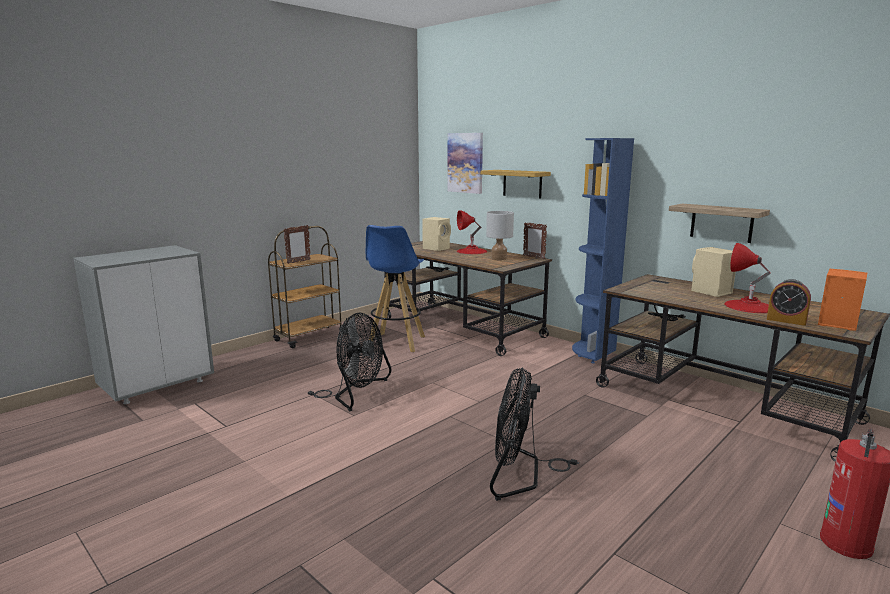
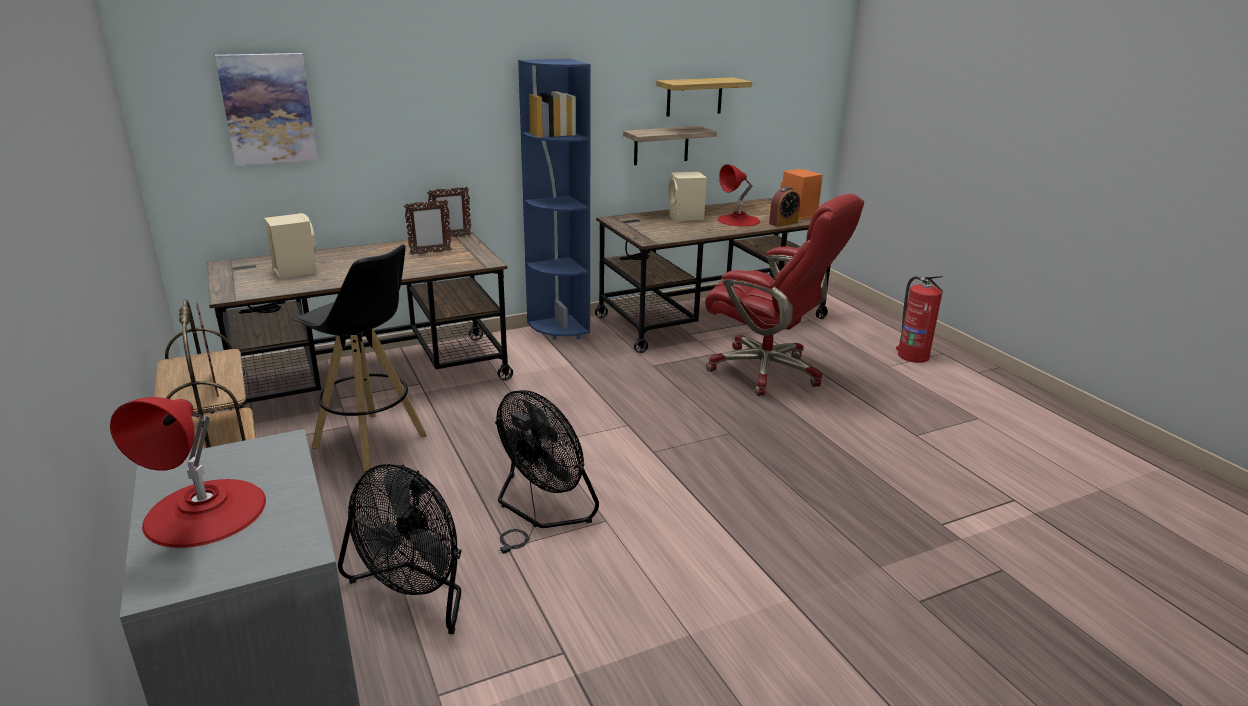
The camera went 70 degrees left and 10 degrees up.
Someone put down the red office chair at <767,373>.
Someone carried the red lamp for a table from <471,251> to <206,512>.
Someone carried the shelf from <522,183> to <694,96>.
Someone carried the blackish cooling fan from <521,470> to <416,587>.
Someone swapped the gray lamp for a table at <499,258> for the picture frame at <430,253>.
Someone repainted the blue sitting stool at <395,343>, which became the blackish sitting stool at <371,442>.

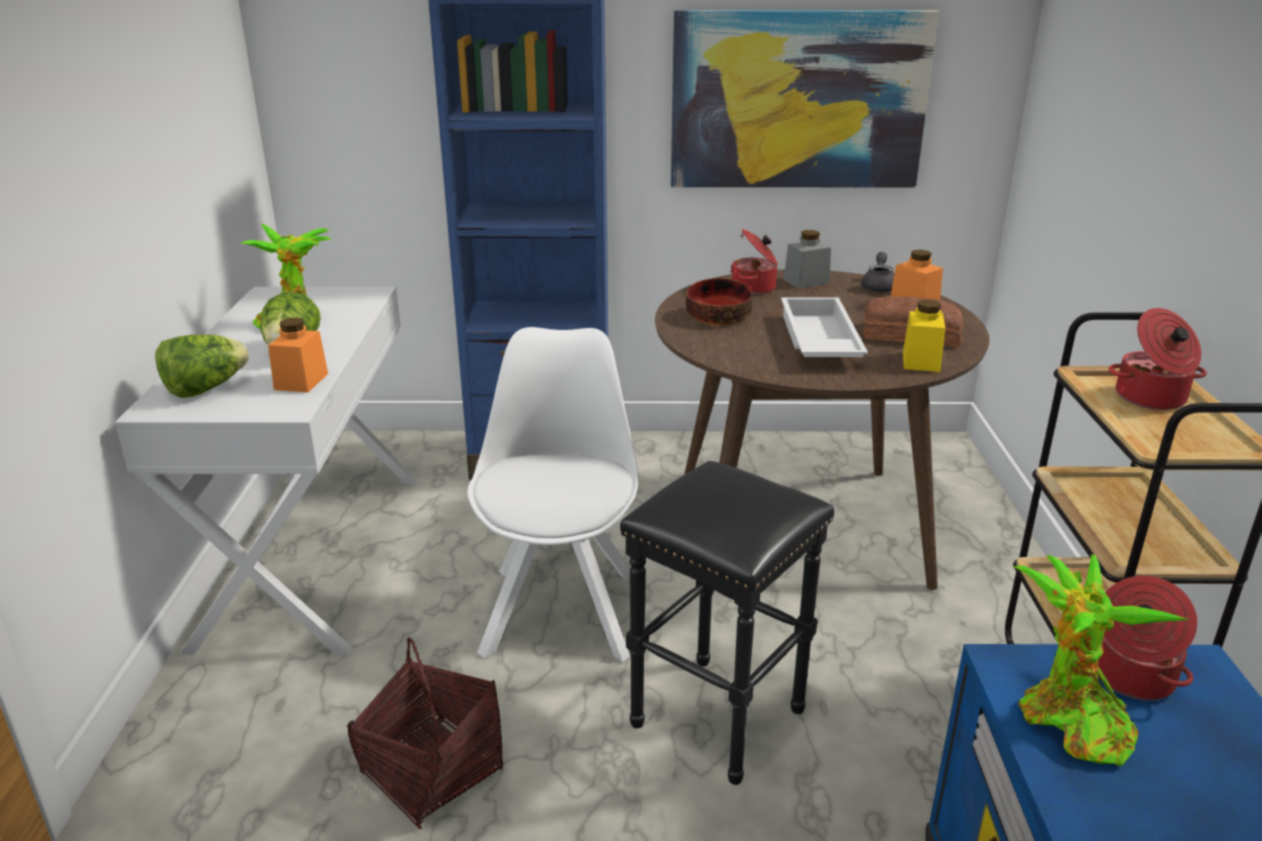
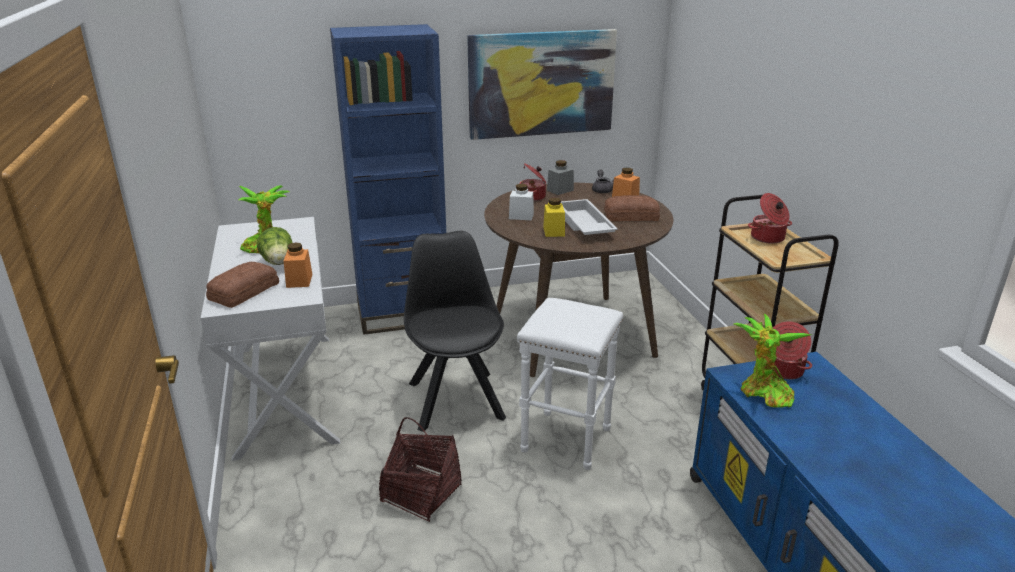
The camera went 15 degrees left and 0 degrees up.
Someone carried the yellowish storage jar from <921,361> to <554,231>.
Someone swapped the lettuce head at <206,389> for the bread at <242,292>.
Someone swapped the serving bowl at <717,316> for the white-coloured storage jar at <521,216>.
Someone repainted the white-coloured chair at <562,610>, which became the blackish chair at <456,399>.
Someone repainted the blackish sitting stool at <718,720>, which became the white-coloured sitting stool at <567,440>.

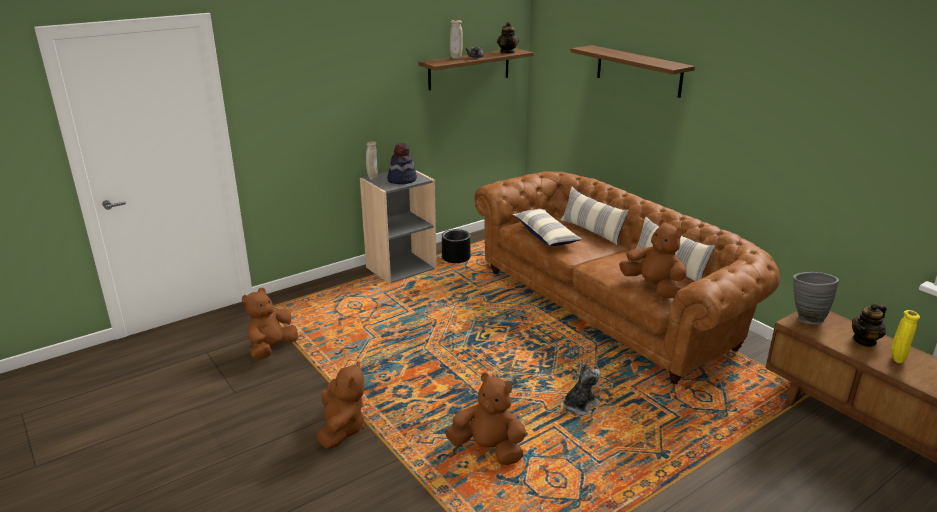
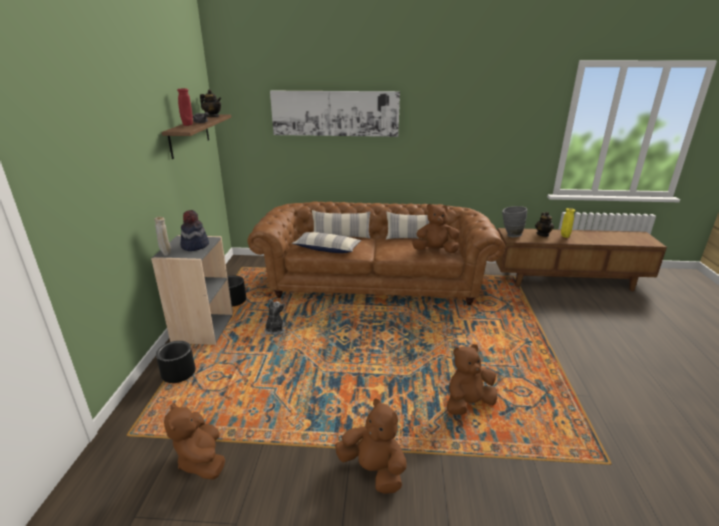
The camera went 50 degrees left and 0 degrees up.
Someone put down the blackish flower pot at <178,373>.
Someone carried the plush toy from <580,406> to <275,330>.
Someone swapped the shelf at <638,71> for the wall picture at <335,113>.
Someone repainted the sand-coloured flower vase at <456,58>, which became the red flower vase at <188,125>.

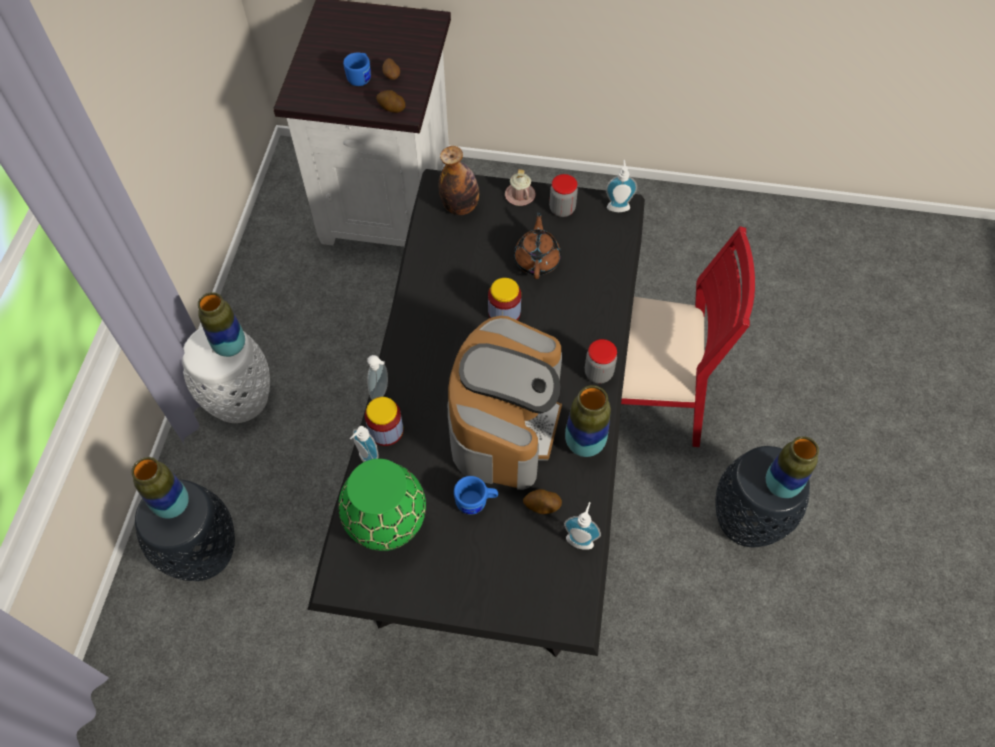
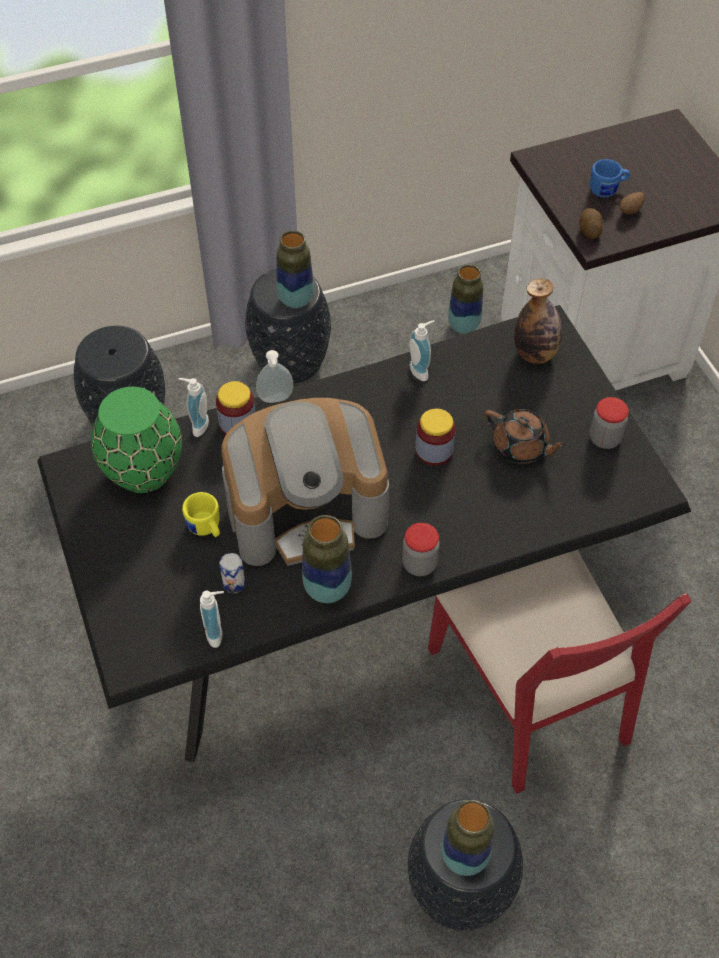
The camera went 60 degrees right and 5 degrees down.
Someone took away the pink mug at <520,195>.
Someone carried the flower vase from <173,505> to <463,326>.
Someone carried the liquid soap bottle from <618,205> to <421,370>.
Someone swapped the potato at <542,506> for the sealed can at <234,584>.
Someone repainted the white-coloured sitting stool at <239,398>, which became the blackish sitting stool at <290,361>.
Someone repainted the blue mug at <476,502>, which became the yellowish mug at <206,528>.
Someone rotated the brown-coloured tea pot at <537,260> by 60 degrees clockwise.

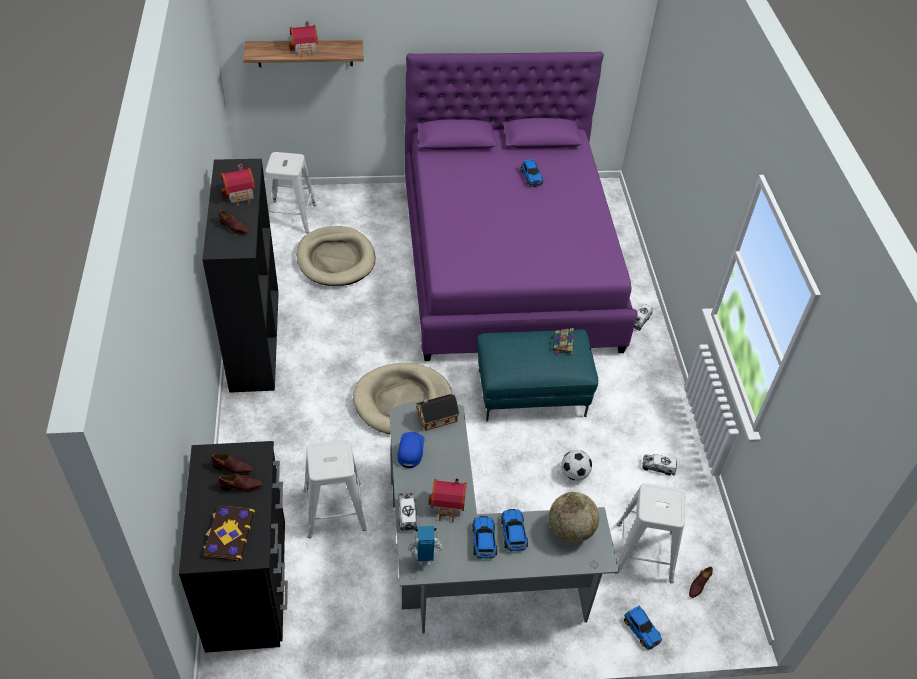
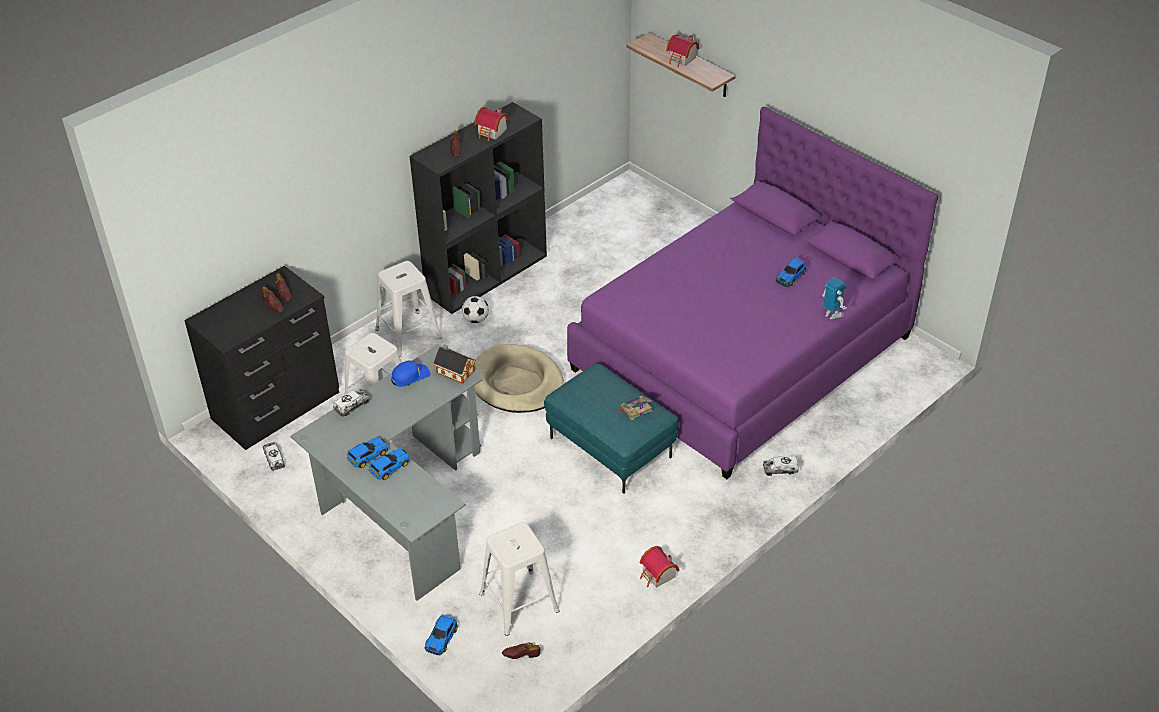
The camera went 55 degrees right and 5 degrees down.
Someone took away the volume at <228,534>.
Someone took away the sand-coloured pet bed at <336,259>.
Someone took away the desk globe at <570,530>.
Someone carried the white-coloured sitting stool from <290,216> to <408,333>.
Someone carried the toy robot from <424,558> to <832,314>.
Someone carried the toy house from <449,506> to <657,576>.
Someone carried the ball for football from <574,474> to <476,320>.
Someone carried the toy truck from <658,467> to <274,459>.

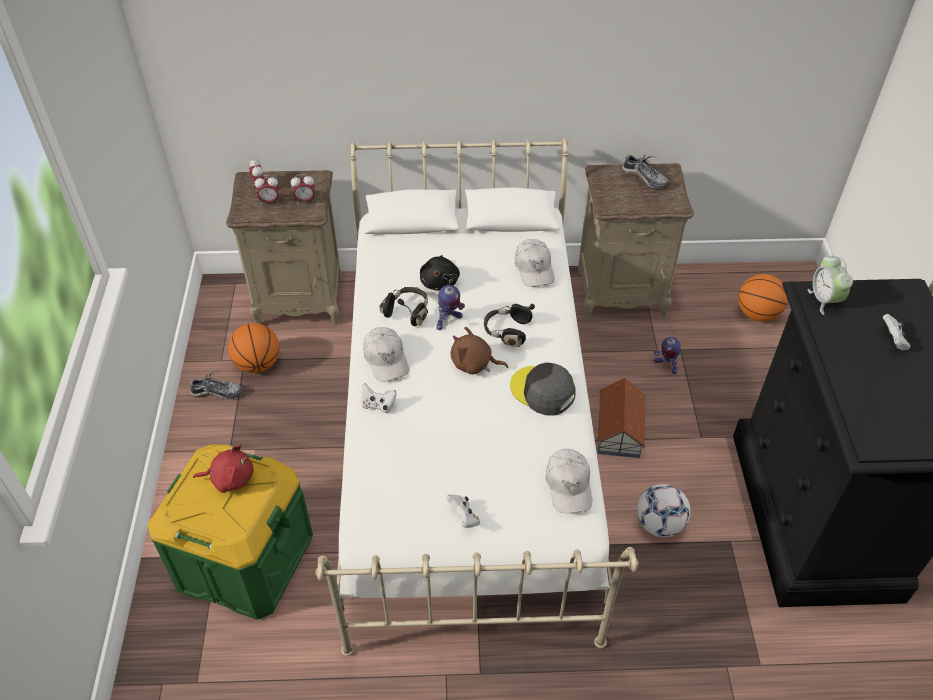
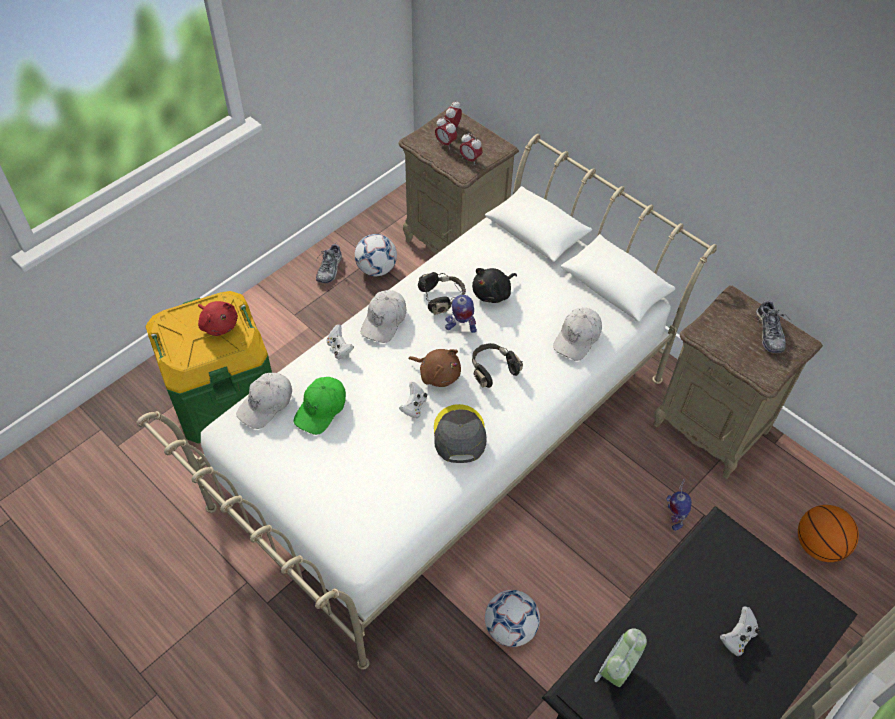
The camera went 45 degrees right and 5 degrees up.
Someone took away the toy house at <619,429>.
Someone put down the greenish cap at <321,409>.
Someone carried the white-coloured game controller from <464,517> to <414,407>.
Someone carried the white-coloured cap from <569,485> to <266,404>.
Someone carried the table clock from <824,300> to <617,669>.
Someone swapped the ball for basketball at <258,364> for the ball for football at <376,269>.
Someone rotated the low shoe at <217,392> by 60 degrees clockwise.
Someone rotated the brown-coloured plush toy at <474,364> by 150 degrees clockwise.

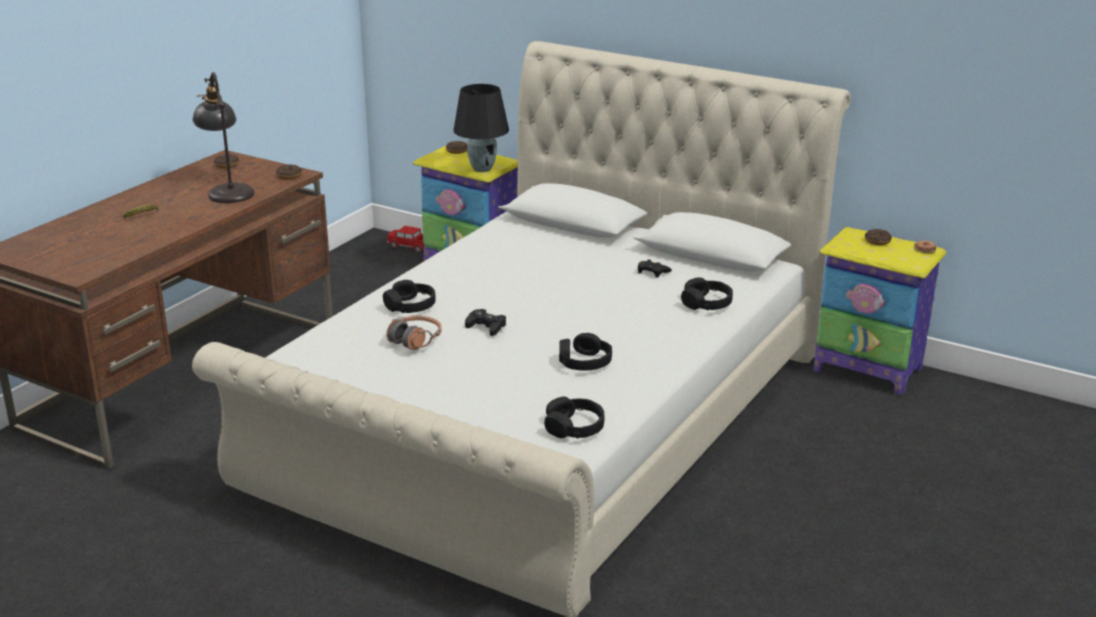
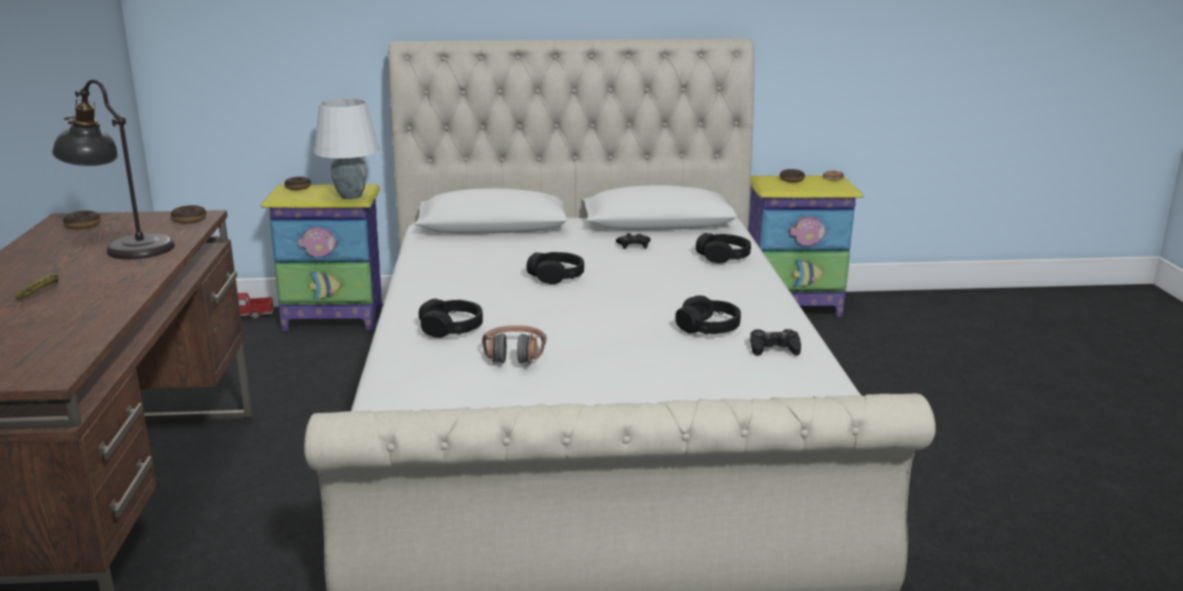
The camera went 35 degrees left and 5 degrees down.
Someone carried the blackish game controller from <486,327> to <774,348>.
Someone carried the blackish headset from <574,427> to <556,276>.
Someone repainted the blackish lamp for a table at <482,168>, which became the white-coloured lamp for a table at <350,196>.

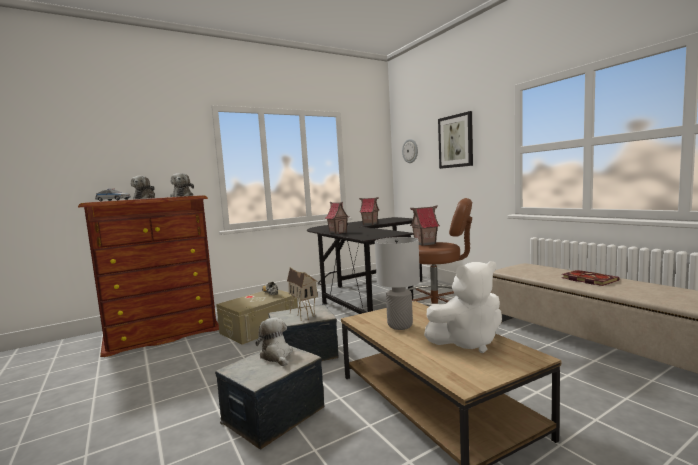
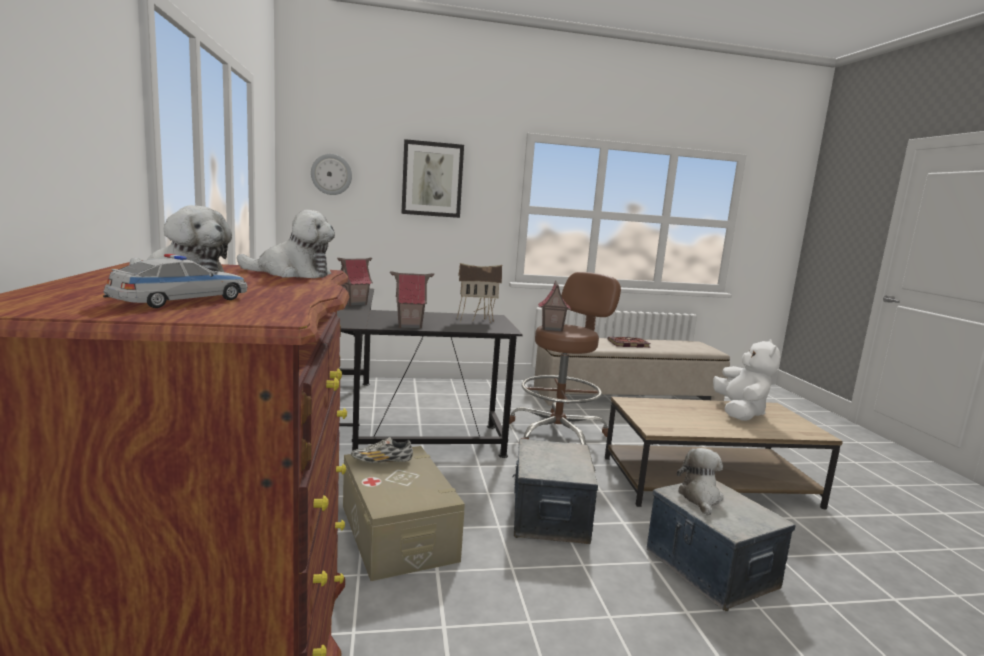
The camera went 70 degrees left and 5 degrees up.
Someone took away the gray lamp for a table at <399,327>.
Someone carried the toy house from <304,316> to <476,320>.
Someone rotated the plush toy at <277,355> by 105 degrees clockwise.

